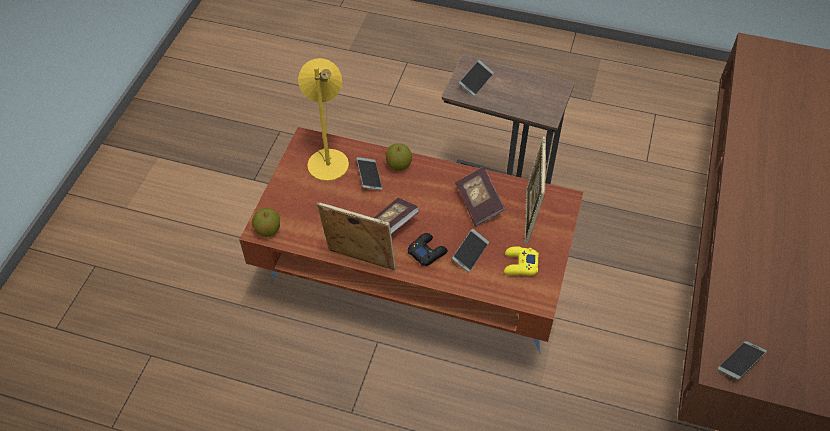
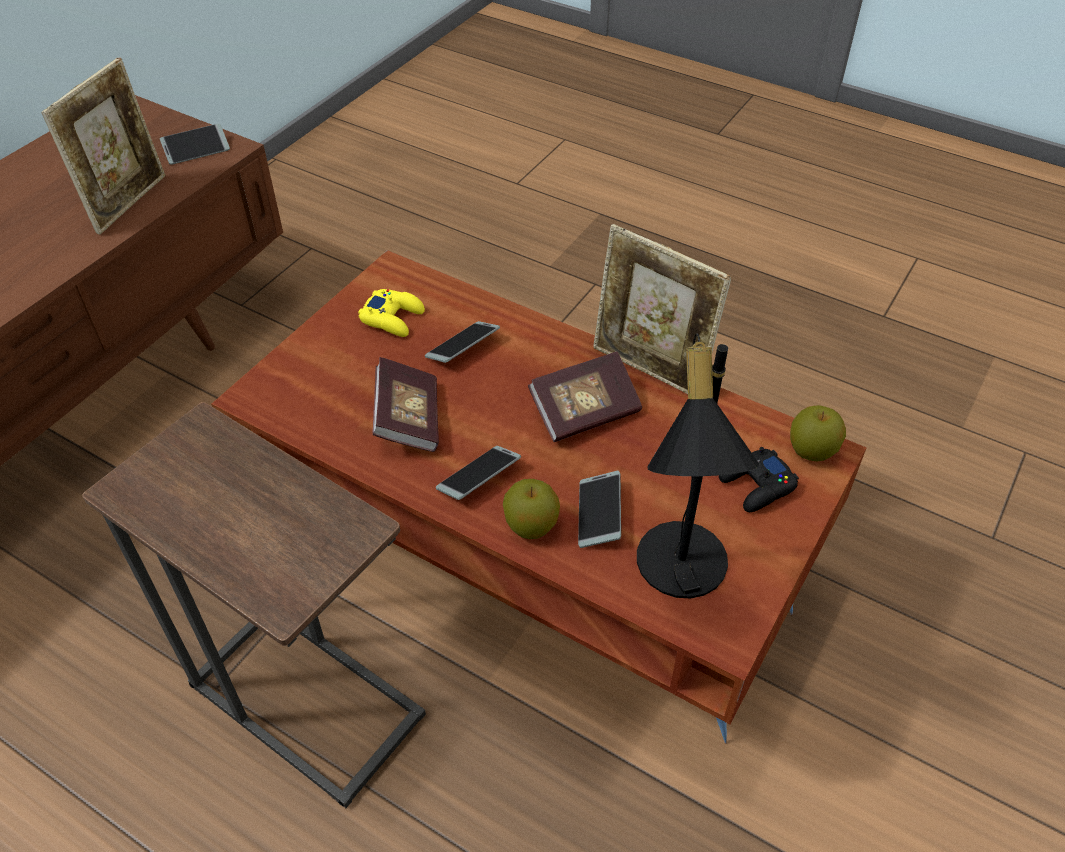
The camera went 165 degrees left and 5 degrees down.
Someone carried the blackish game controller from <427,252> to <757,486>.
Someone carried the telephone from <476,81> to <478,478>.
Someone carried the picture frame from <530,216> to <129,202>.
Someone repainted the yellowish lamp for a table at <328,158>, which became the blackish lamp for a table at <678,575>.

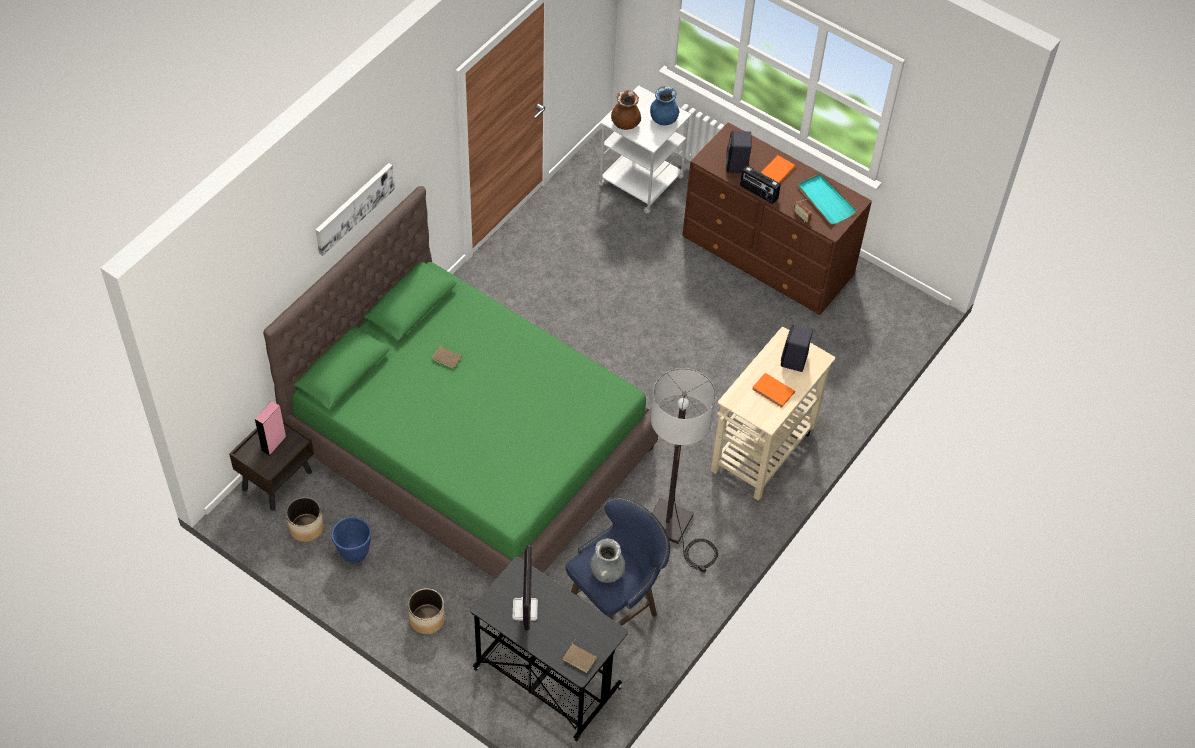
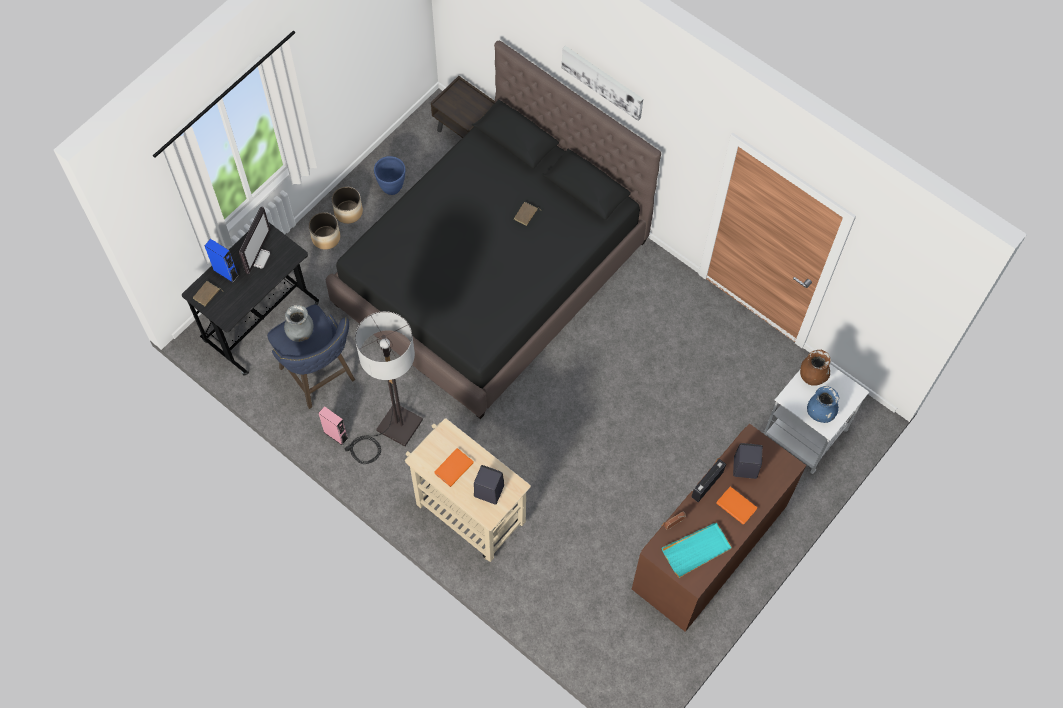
The camera went 95 degrees right and 10 degrees up.
Someone put down the blue loudspeaker at <226,273>.
Someone carried the pink loudspeaker from <274,443> to <336,435>.
Someone carried the flower pot from <306,527> to <348,212>.
Someone repainted the greenish bed at <470,445>, which became the blackish bed at <492,272>.
Someone rotated the computer display at <525,609> by 75 degrees counterclockwise.

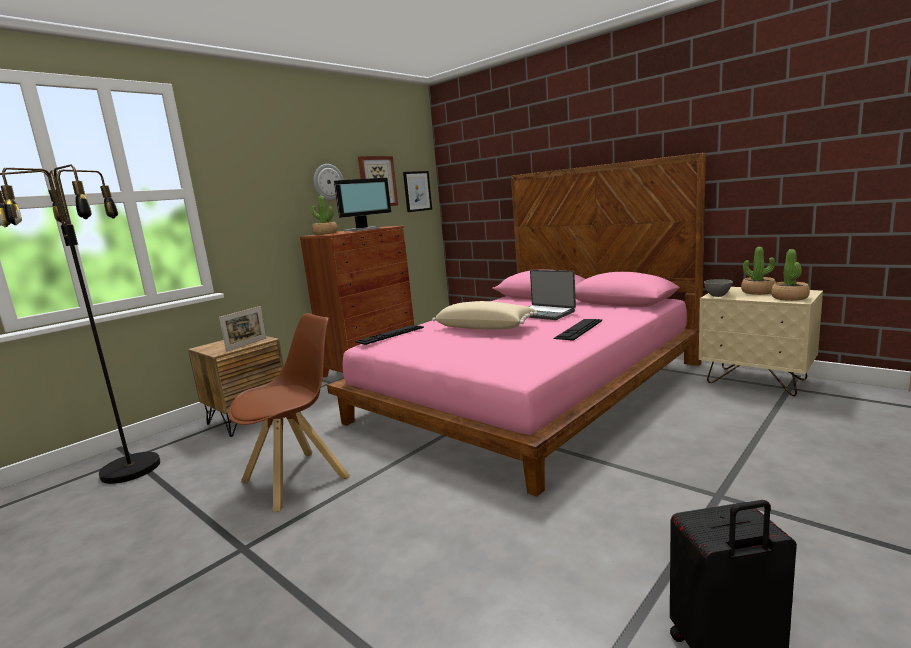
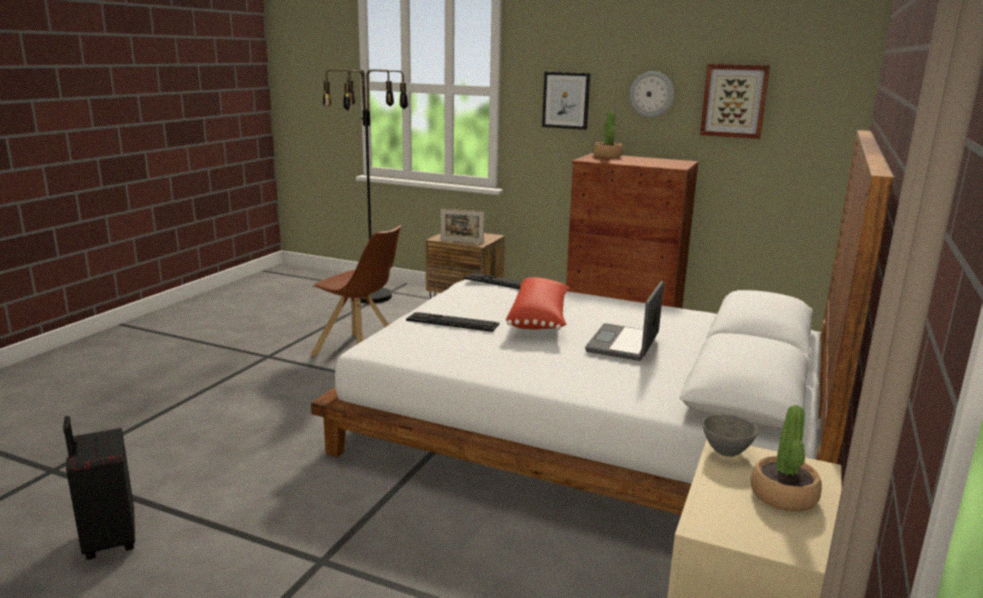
The camera went 70 degrees right and 5 degrees up.
Someone took away the computer display at <363,229>.
Someone took away the houseplant at <789,298>.
Someone carried the wall picture from <417,191> to <566,100>.
Someone carried the PC keyboard from <578,329> to <452,322>.
Someone repainted the pink bed at <530,392>, which became the white-coloured bed at <586,432>.
Someone repainted the sand-coloured throw pillow at <485,327>, which became the red throw pillow at <540,318>.

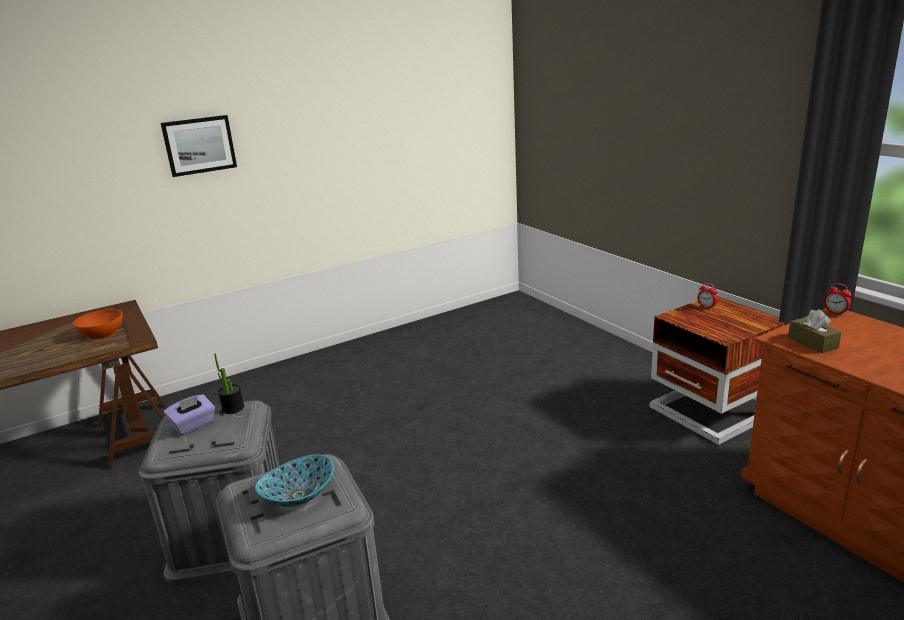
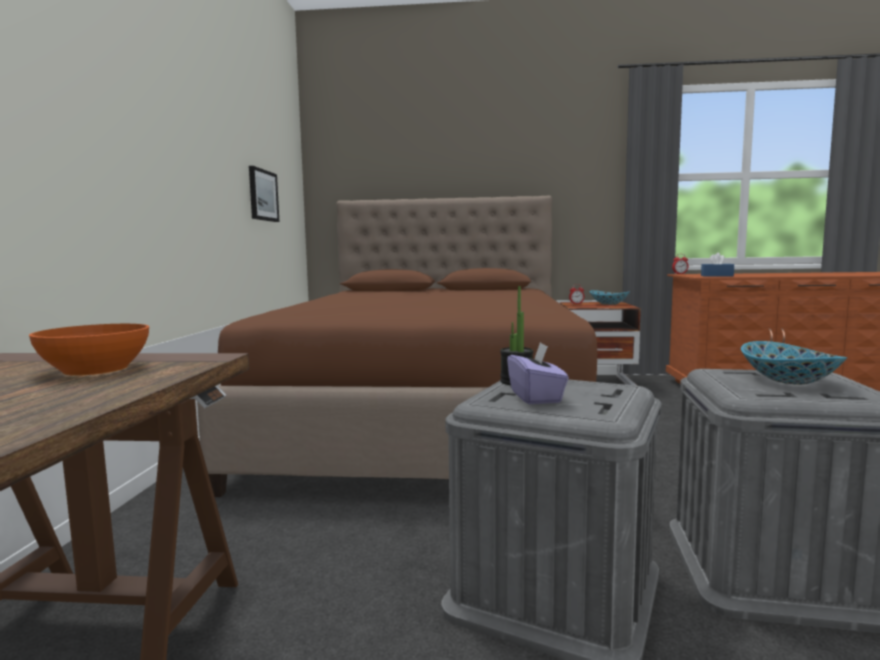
The camera went 55 degrees left and 15 degrees down.
Someone put down the brown-coloured bed at <431,417>.
Someone put down the serving bowl at <609,304>.
Someone carried the wall picture from <199,145> to <263,195>.
Someone repainted the brown-coloured box of tissues at <812,343>, which became the blue box of tissues at <717,276>.

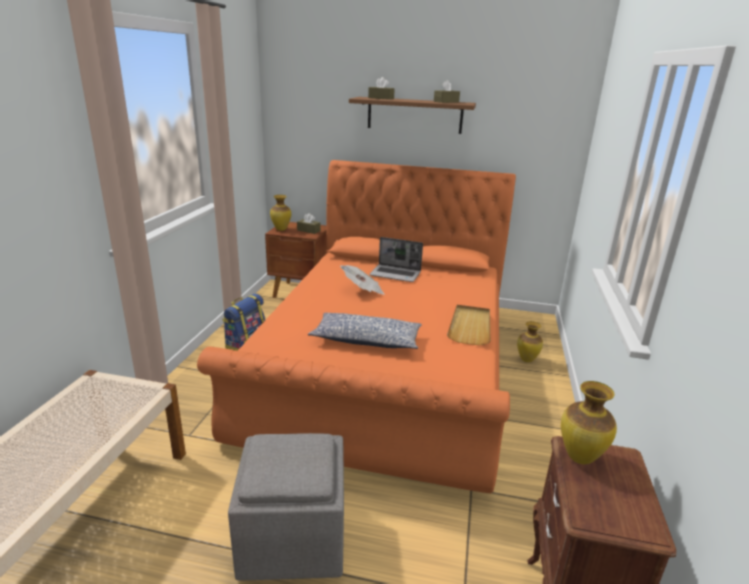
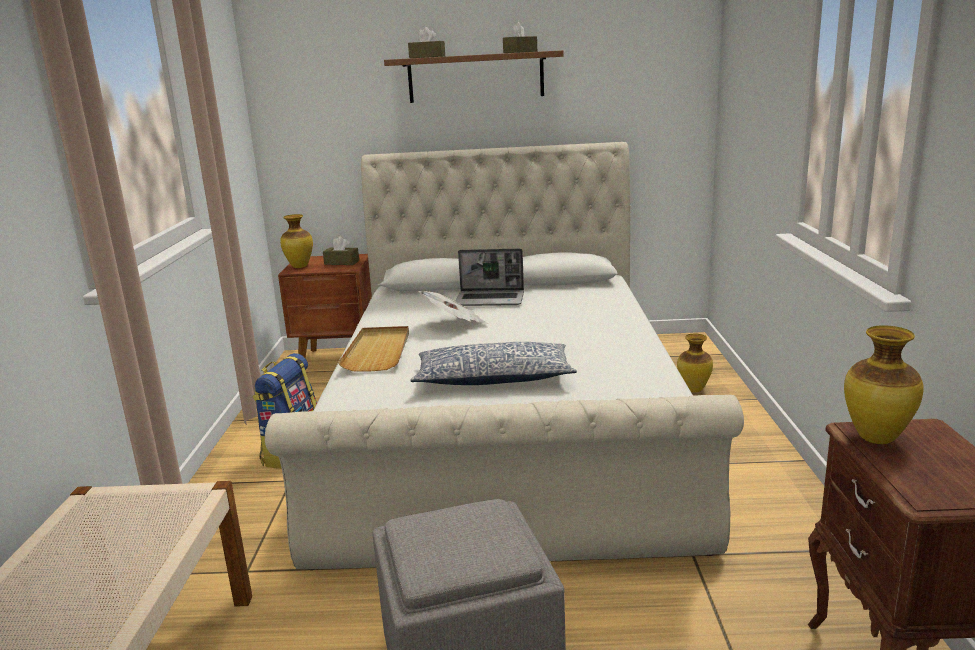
The camera went 10 degrees left and 5 degrees down.
Someone carried the sand-coloured serving tray from <470,326> to <378,351>.
Someone repainted the orangey bed at <386,363>, which became the sand-coloured bed at <504,426>.

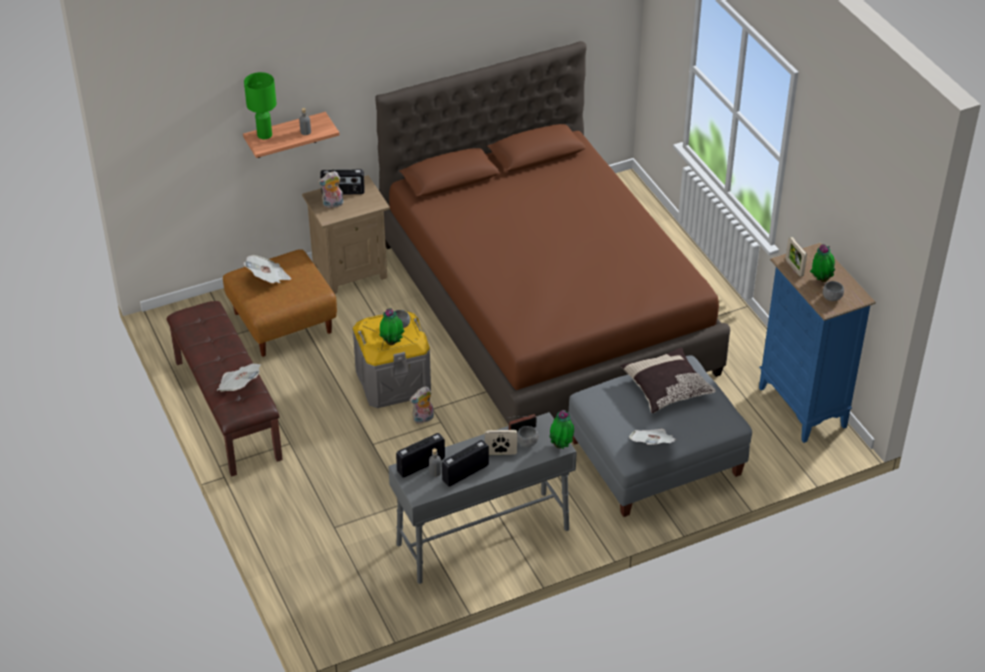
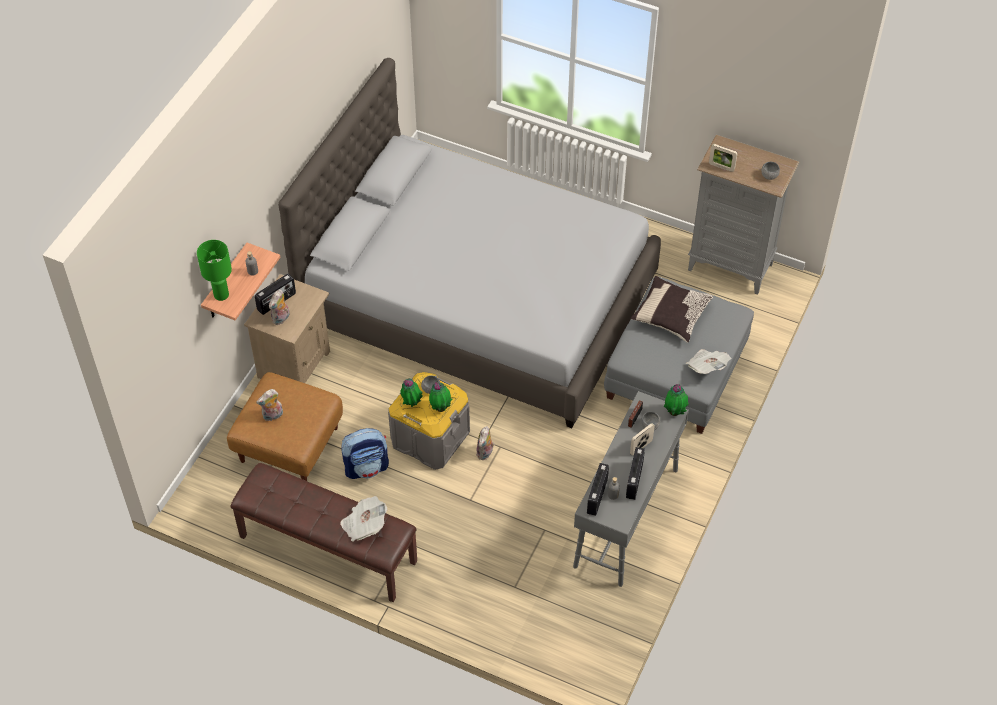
The camera went 40 degrees left and 10 degrees up.
Someone put down the rucksack at <366,467>.
Someone carried the houseplant from <821,279> to <411,403>.
Someone swapped the printed paper at <268,278> for the plush toy at <272,416>.
Someone repainted the brown-coloured bed at <546,307>, which became the gray bed at <477,299>.
Someone repainted the blue dresser at <801,409>, which became the gray dresser at <731,268>.

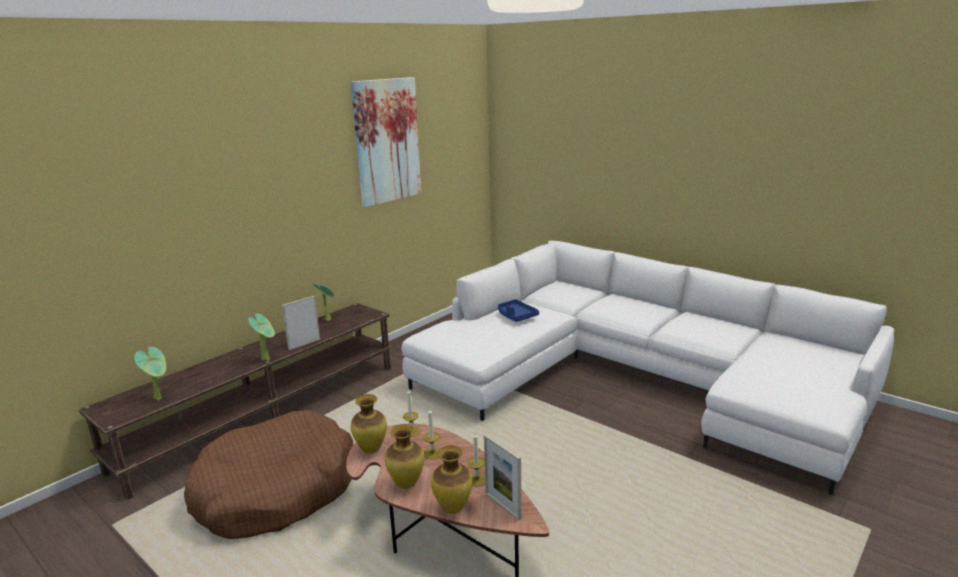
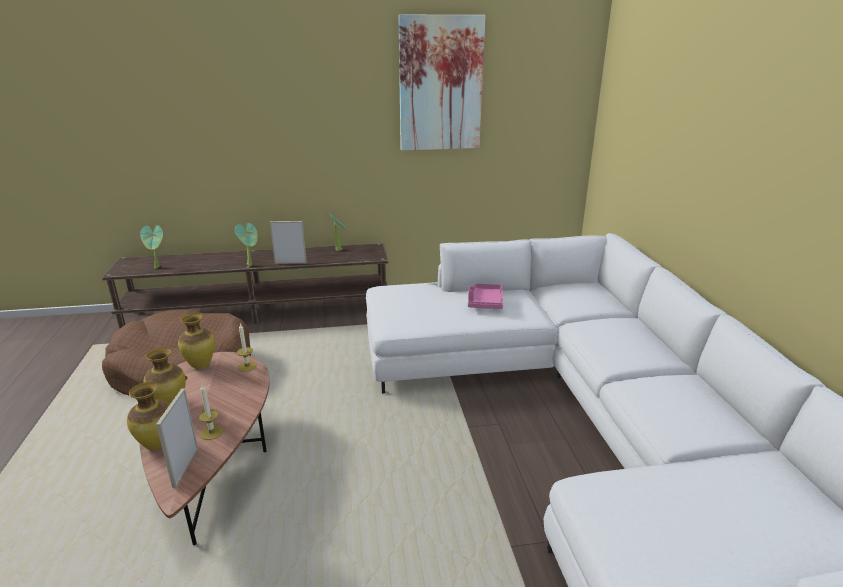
The camera went 40 degrees right and 5 degrees up.
Someone took away the wax candle at <432,453>.
Someone repainted the blue serving tray at <516,316>, which became the pink serving tray at <485,302>.

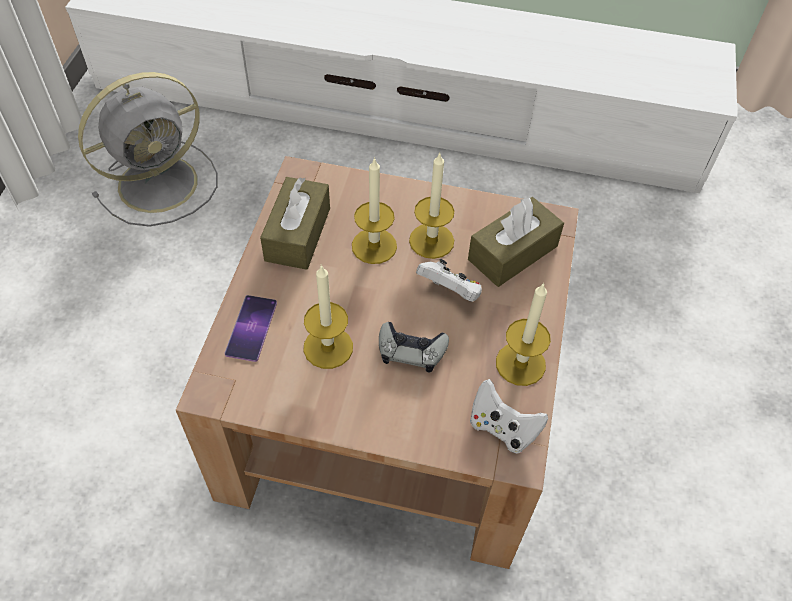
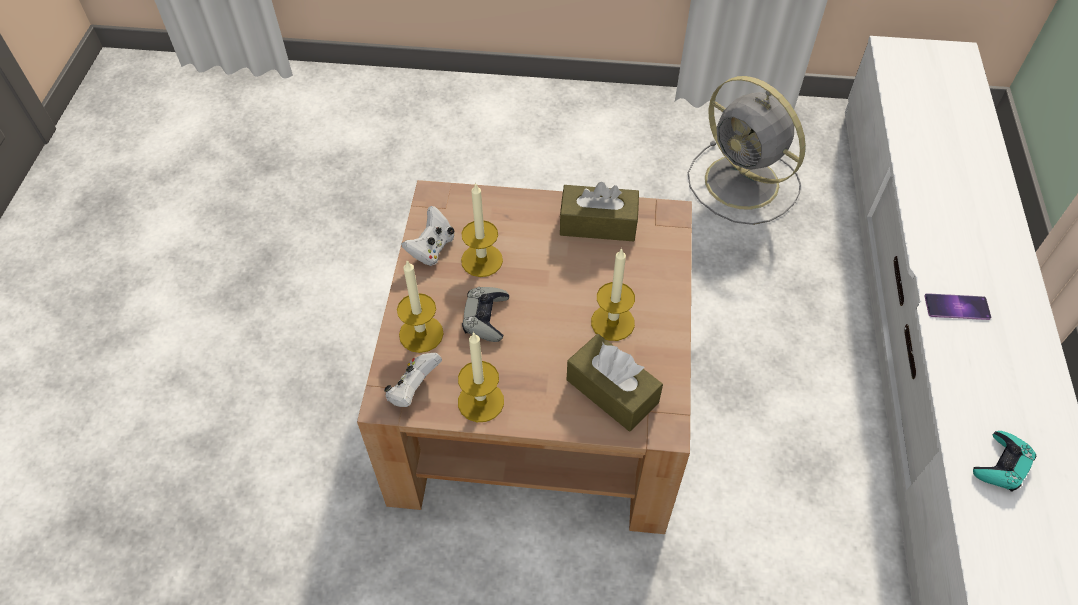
The camera went 85 degrees right and 0 degrees up.
Someone put down the turquoise game controller at <1001,465>.
Someone carried the telephone from <251,328> to <957,307>.
Someone carried the wax candle from <374,246> to <421,334>.
Someone carried the white-coloured game controller from <450,292> to <431,248>.

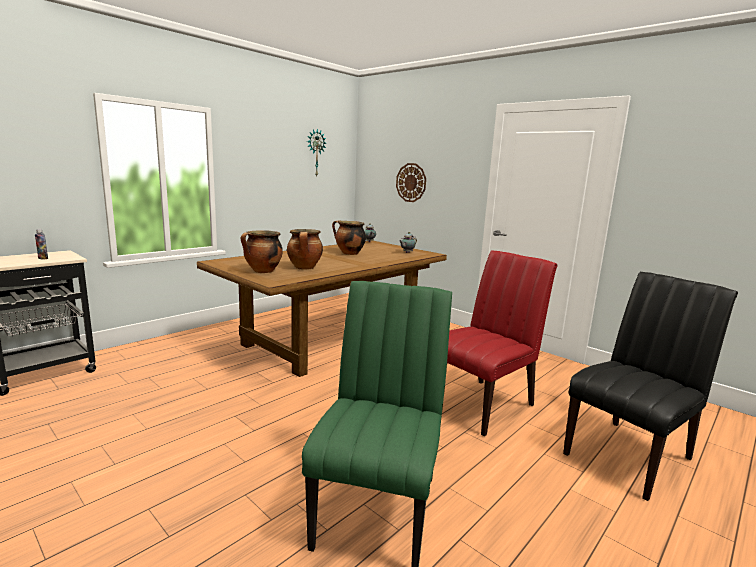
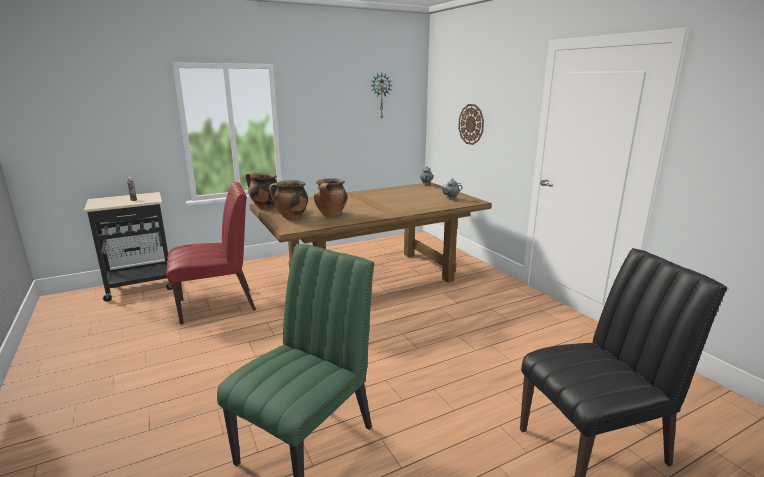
The camera went 20 degrees right and 5 degrees up.
Someone carried the saucepot from <349,253> to <264,207>.
Someone carried the red chair from <481,406> to <216,305>.

